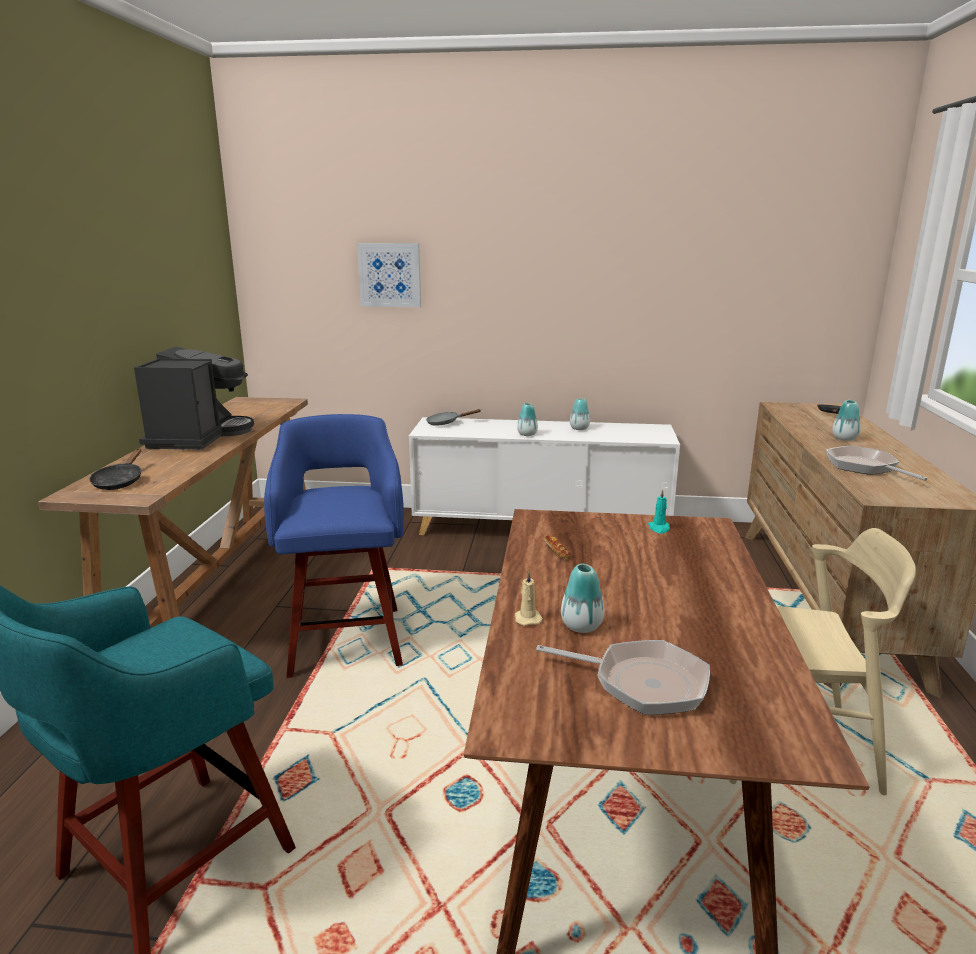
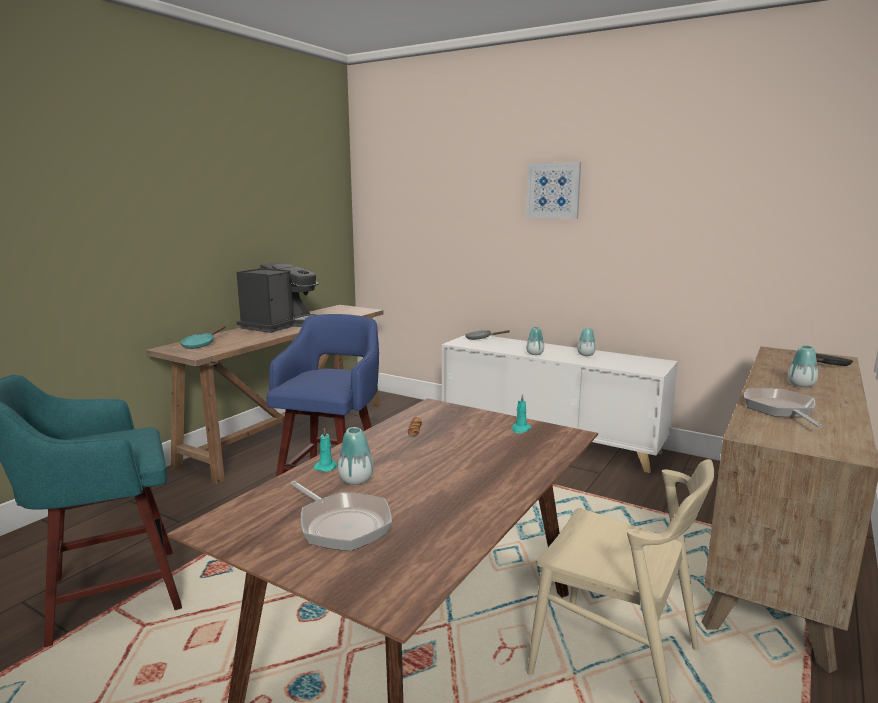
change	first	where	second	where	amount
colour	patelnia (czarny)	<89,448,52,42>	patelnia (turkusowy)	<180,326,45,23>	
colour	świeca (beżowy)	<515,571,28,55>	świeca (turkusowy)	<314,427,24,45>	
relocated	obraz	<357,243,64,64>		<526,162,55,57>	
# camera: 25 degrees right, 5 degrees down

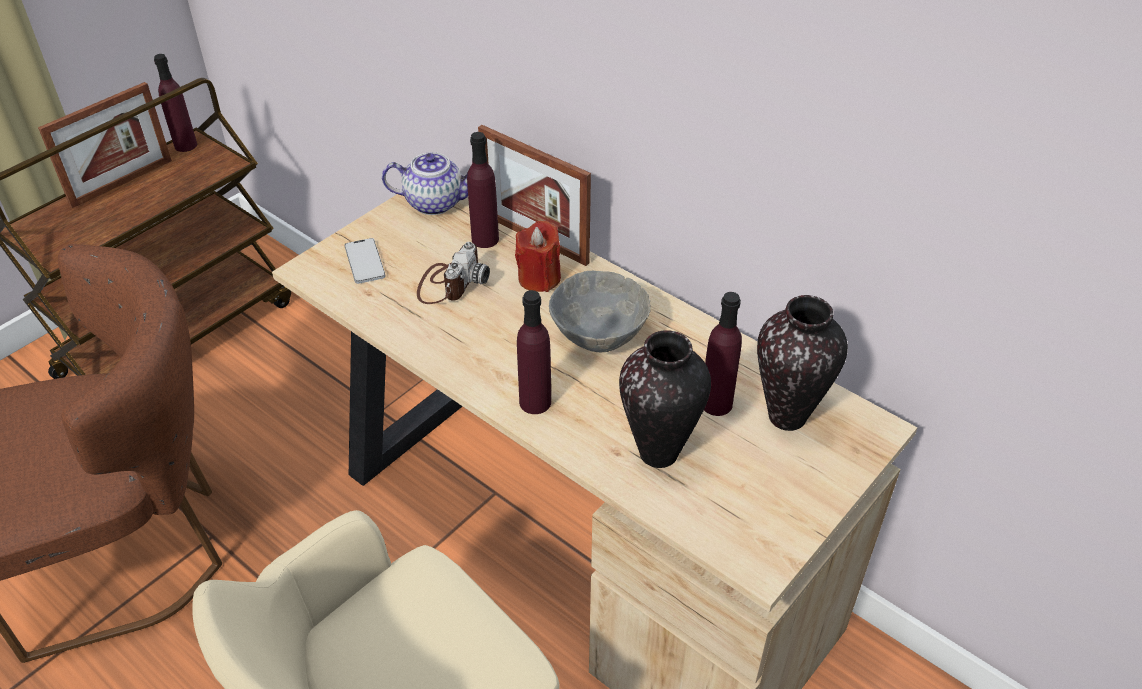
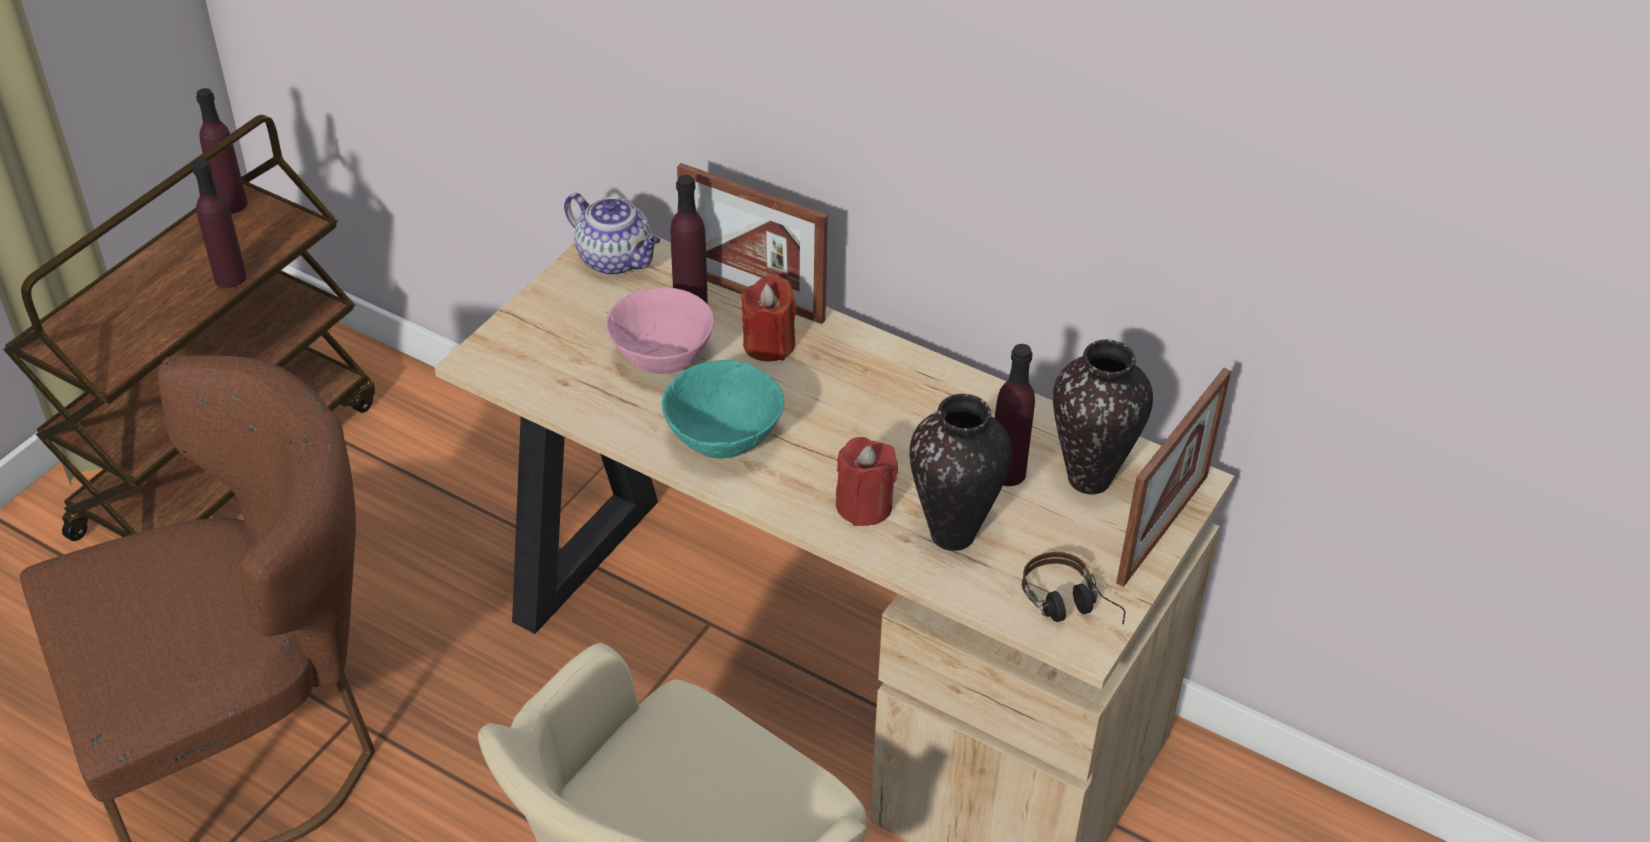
change	first	where	second	where	amount
relocated	butelka (fioletowy)	<517,290,34,124>		<193,160,54,128>	
spun	imbryk	<382,152,86,63>		<564,193,97,82>	45 degrees clockwise
exchanged	aparat fotograficzny	<417,242,73,62>	miska (różowy)	<606,287,108,87>	
appeared			miska (turkusowy)	<662,360,123,98>	
appeared			świeca (czerwony)	<836,437,62,89>	
appeared			słuchawki	<1022,552,103,73>	
relocated	ramka na zdjęcie	<38,82,134,126>		<1116,368,115,219>	
missing	telefon	<345,238,41,46>			
missing	miska (szary)	<549,271,102,81>			
# camera: 10 degrees left, 0 degrees up

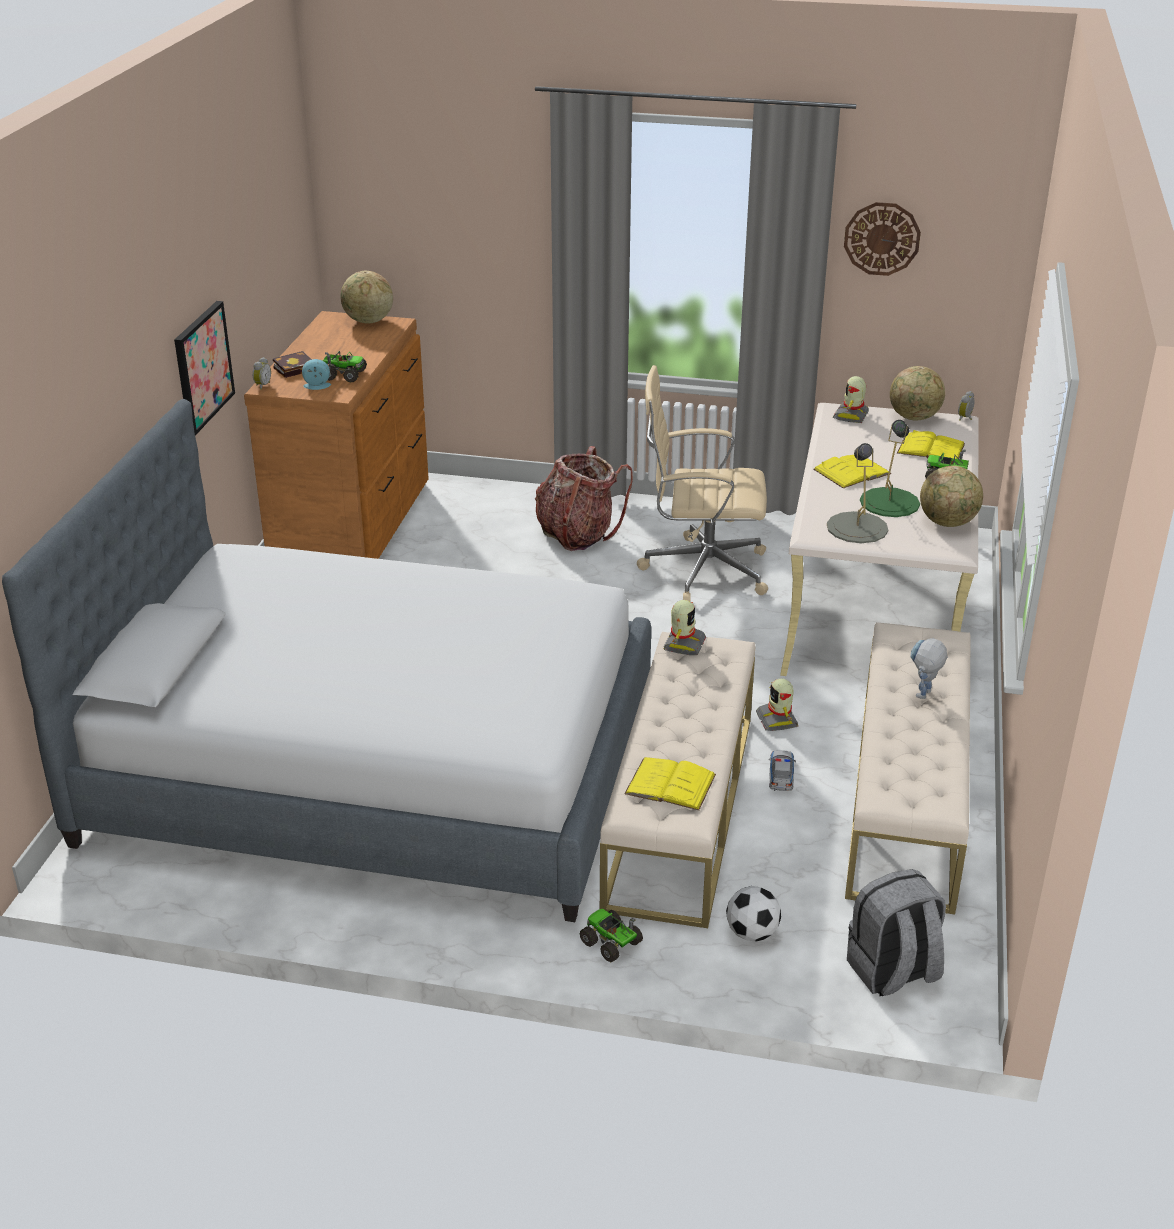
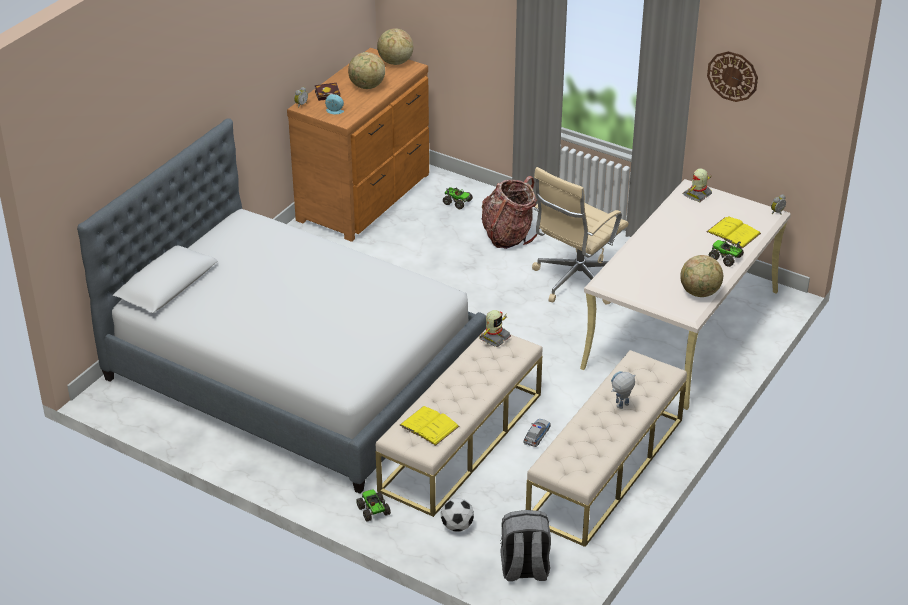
change	first	where	second	where	amount
relocated	globus	<890,366,55,54>		<348,52,37,37>	
relocated	ciężarówka zabawkowa	<323,351,44,32>		<443,187,30,22>	
spun	krzesło biurowe (beżowy)	<637,365,131,236>		<532,167,97,138>	75 degrees counterclockwise
missing	obraz	<174,301,61,135>			
missing	robot zabawkowy	<756,678,42,53>			
missing	książka (żółty)	<813,455,78,33>			
missing	lampa stołowa (szary)	<827,443,61,100>			
missing	lampa stołowa (zielony)	<860,420,60,97>			
# camera: 20 degrees right, 5 degrees up

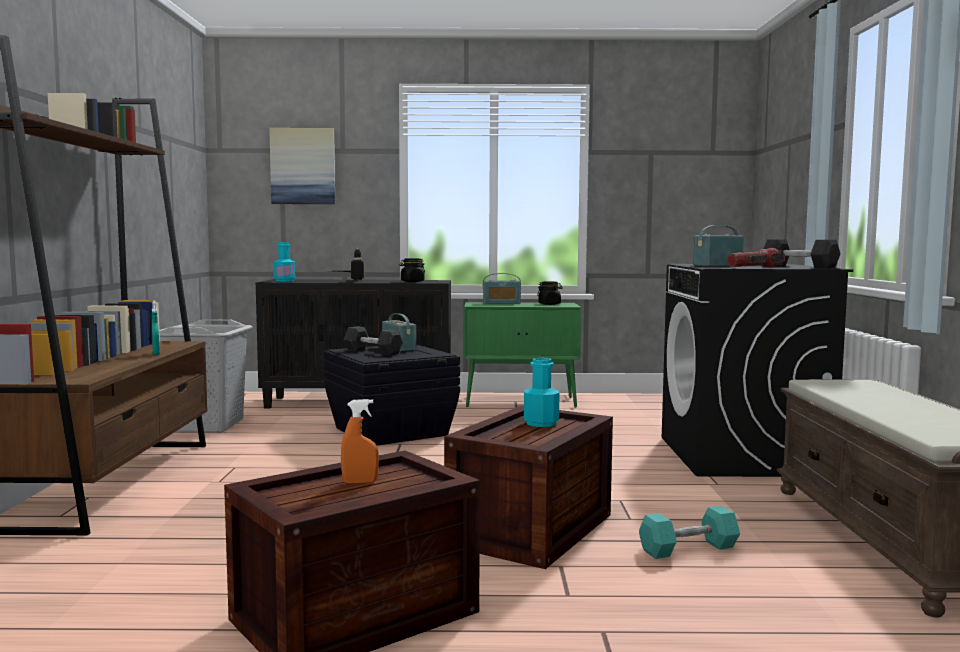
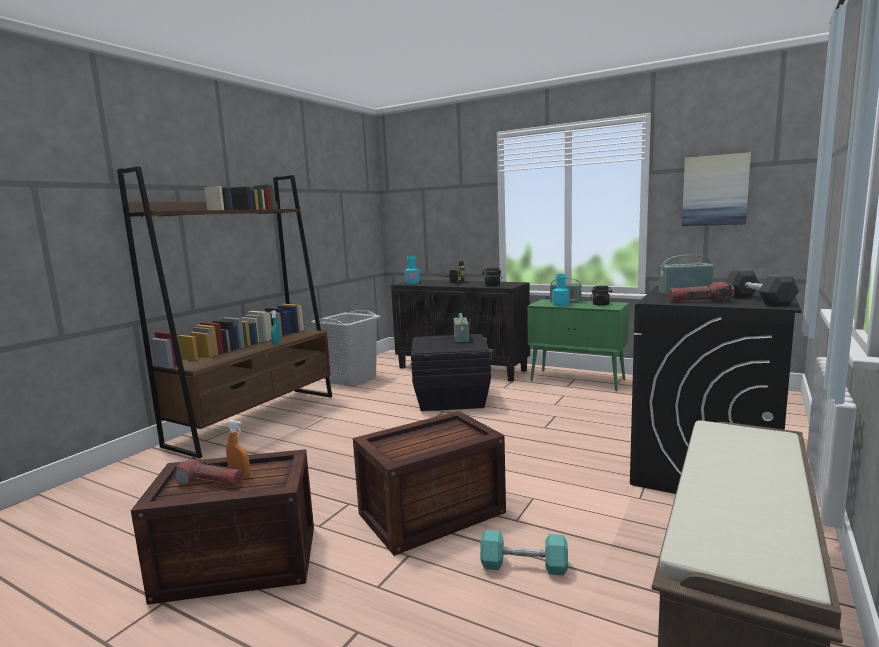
change	first	where	second	where	amount
appeared			latarka	<174,457,69,29>	
relocated	butelka (turkusowy)	<524,358,35,69>		<552,274,18,32>	
relocated	obraz	<269,128,67,76>		<682,152,69,74>	
missing	hantel (szary)	<343,326,60,30>			
# camera: 30 degrees right, 5 degrees up

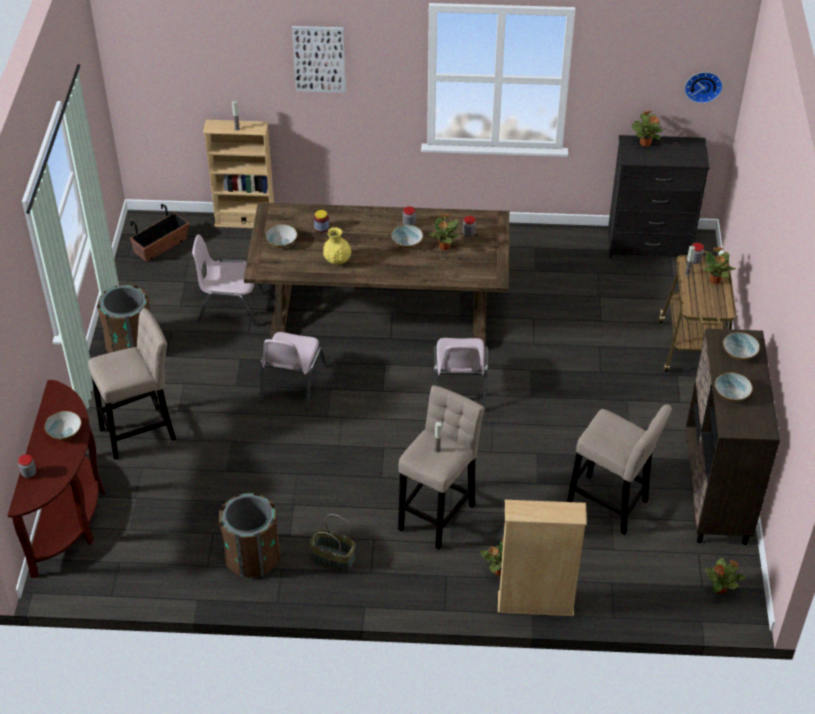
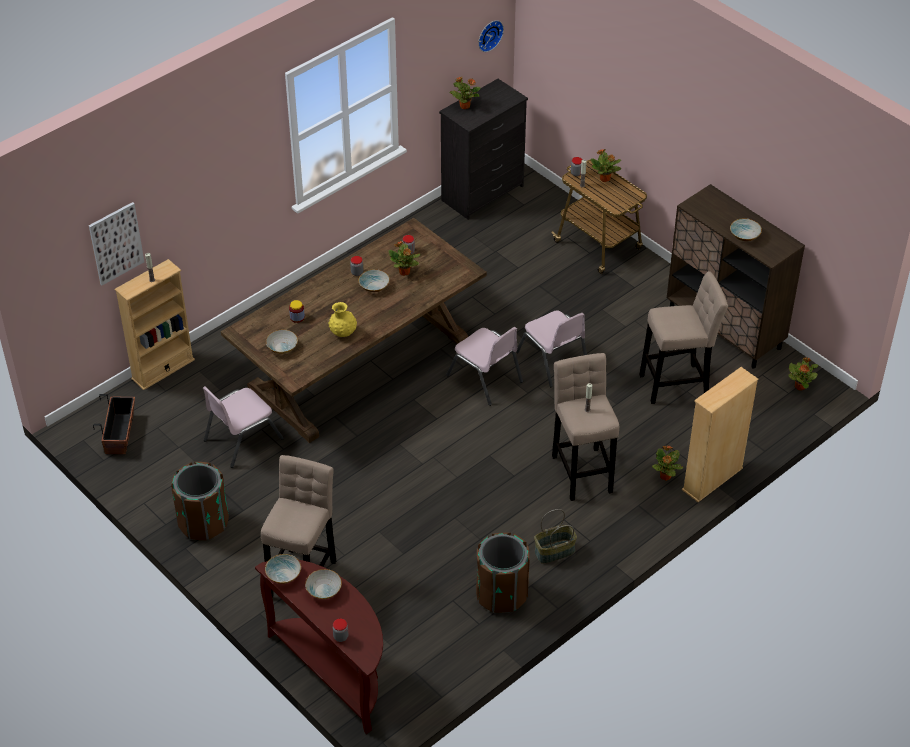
change	first	where	second	where	amount
relocated	obraz	<292,26,54,67>		<89,202,55,83>	
relocated	miska	<723,332,37,28>		<265,554,36,30>	
relocated	krzesło (różowy)	<260,332,67,78>		<516,310,71,77>	
# camera: 45 degrees left, 0 degrees up

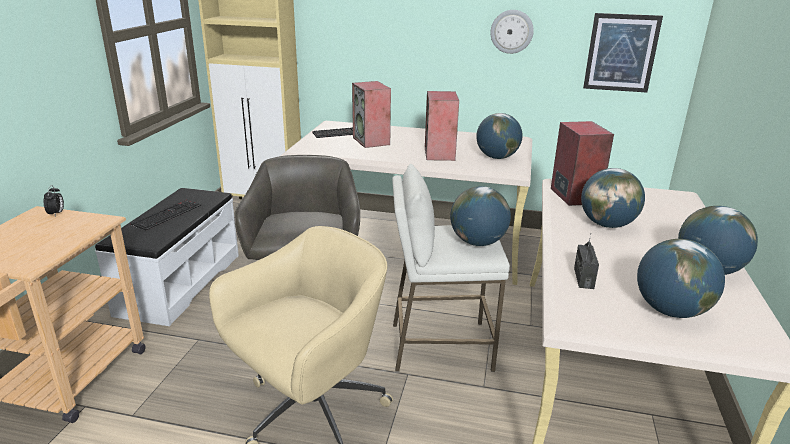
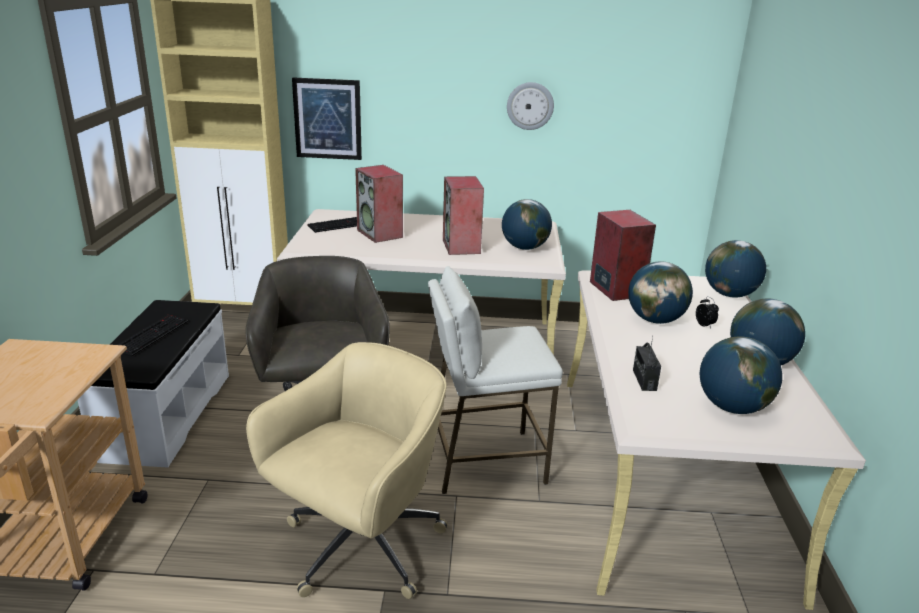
change	first	where	second	where	amount
relocated	obraz	<583,13,80,79>		<292,77,70,83>	
relocated	budzik	<44,185,20,32>		<696,296,23,33>	
relocated	globus	<450,186,61,60>		<705,240,61,58>	
# camera: 10 degrees left, 0 degrees up

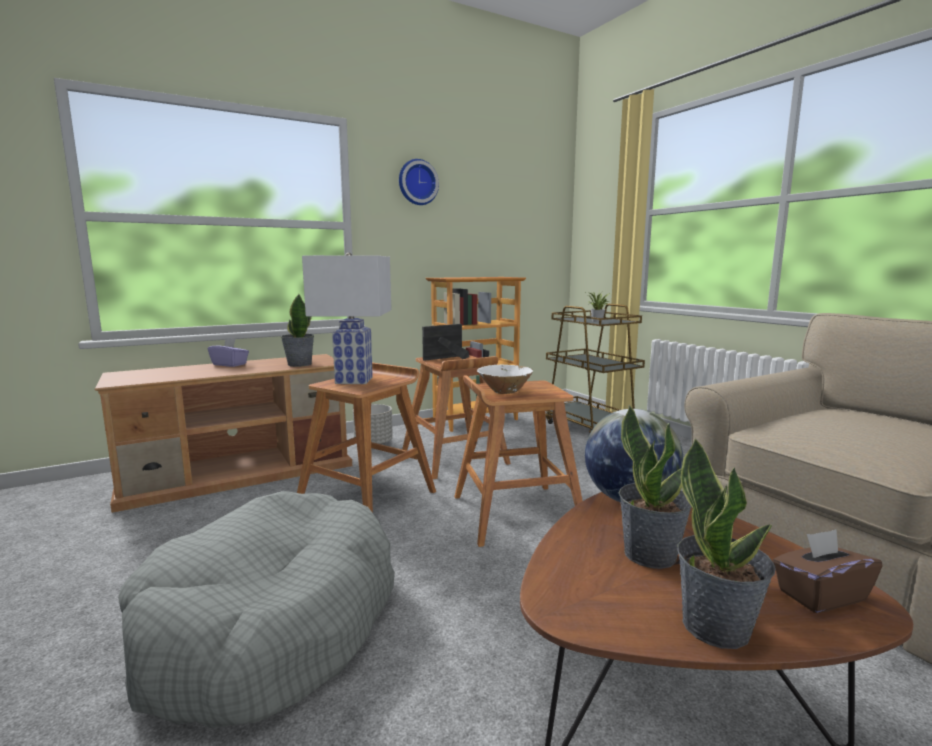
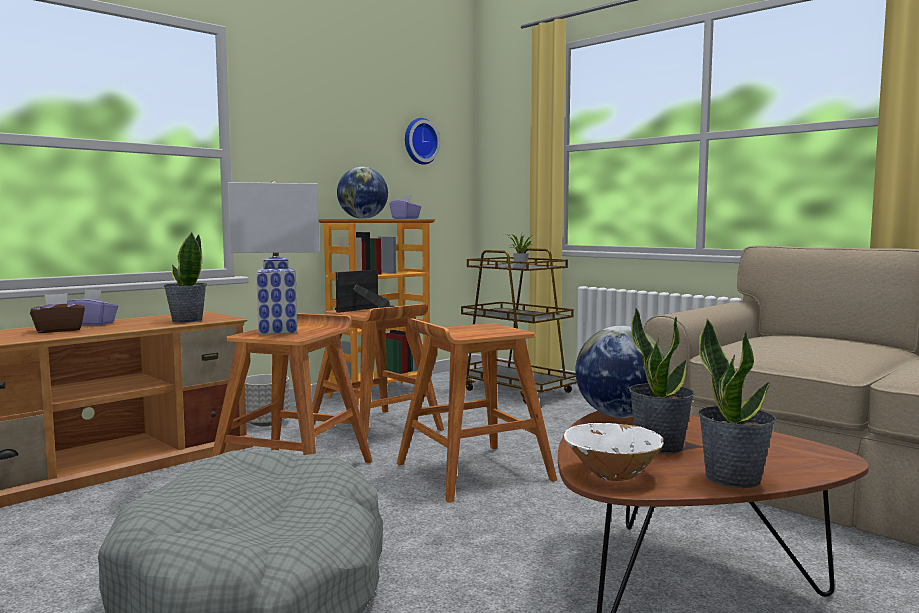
change	first	where	second	where	amount
relocated	pudełko chusteczek (brązowy)	<773,529,110,84>		<30,293,55,40>	
appeared			globus	<337,167,51,52>	
appeared			pudełko chusteczek (fioletowy)	<390,194,32,25>	
relocated	zegar ścienny	<399,159,40,46>		<405,118,36,47>	
relocated	miska (biały)	<477,364,56,30>		<563,423,101,58>	
# camera: 15 degrees left, 5 degrees down

